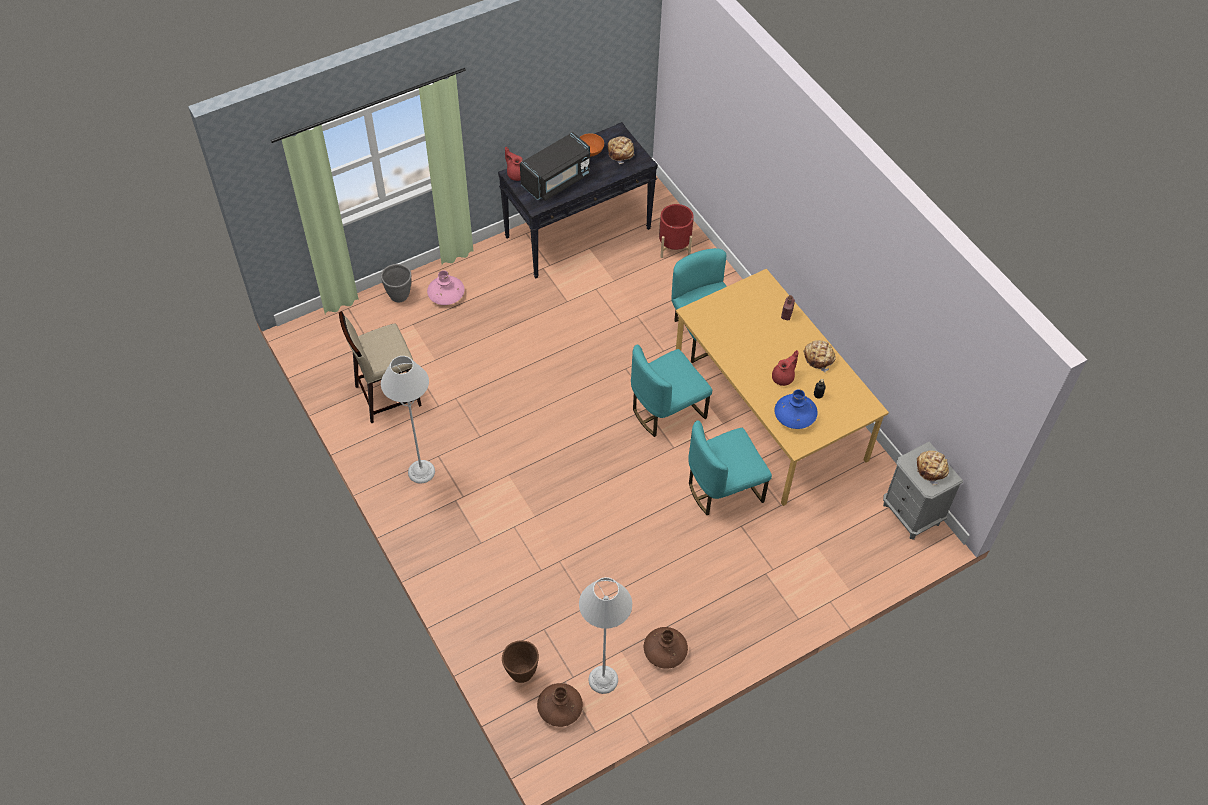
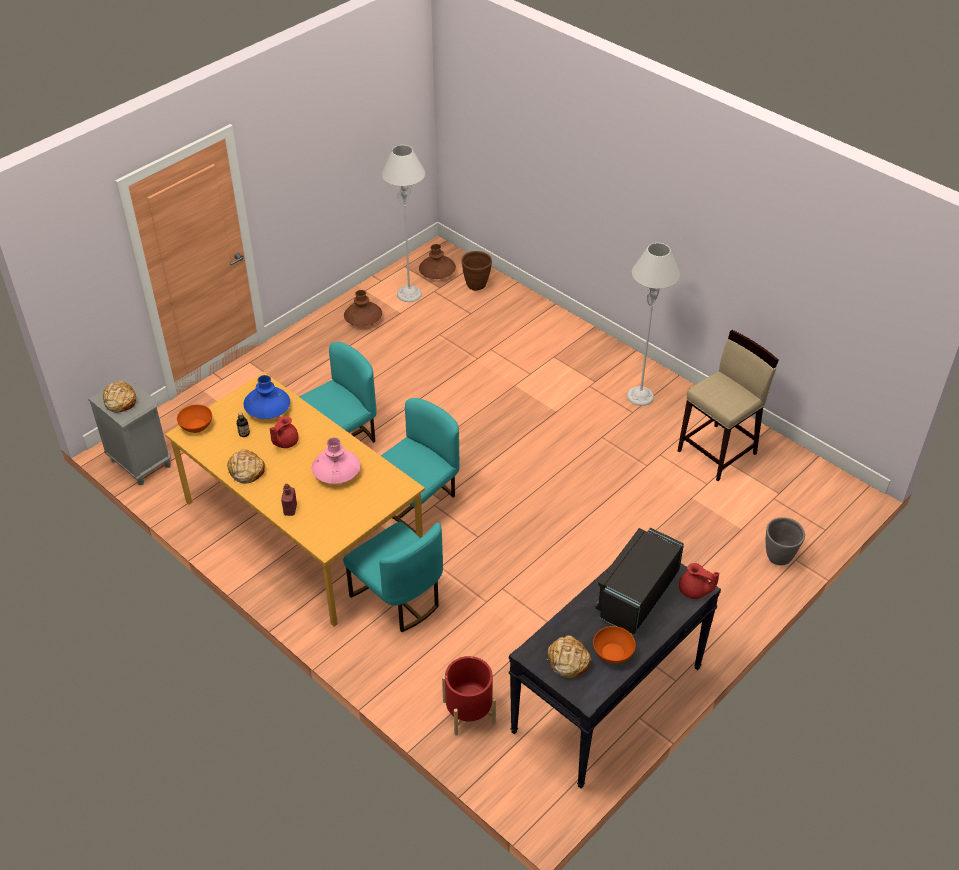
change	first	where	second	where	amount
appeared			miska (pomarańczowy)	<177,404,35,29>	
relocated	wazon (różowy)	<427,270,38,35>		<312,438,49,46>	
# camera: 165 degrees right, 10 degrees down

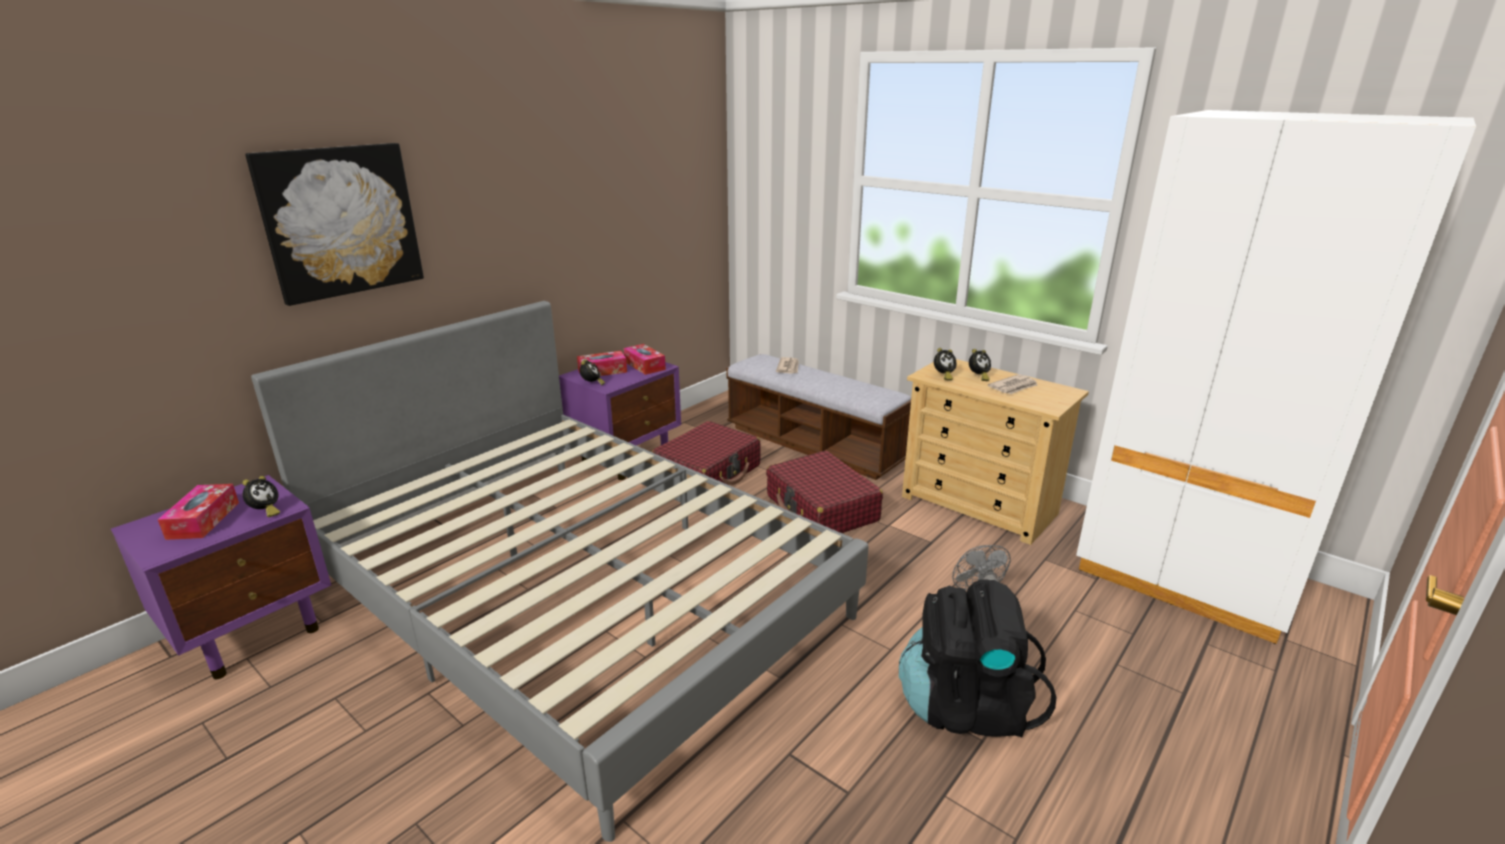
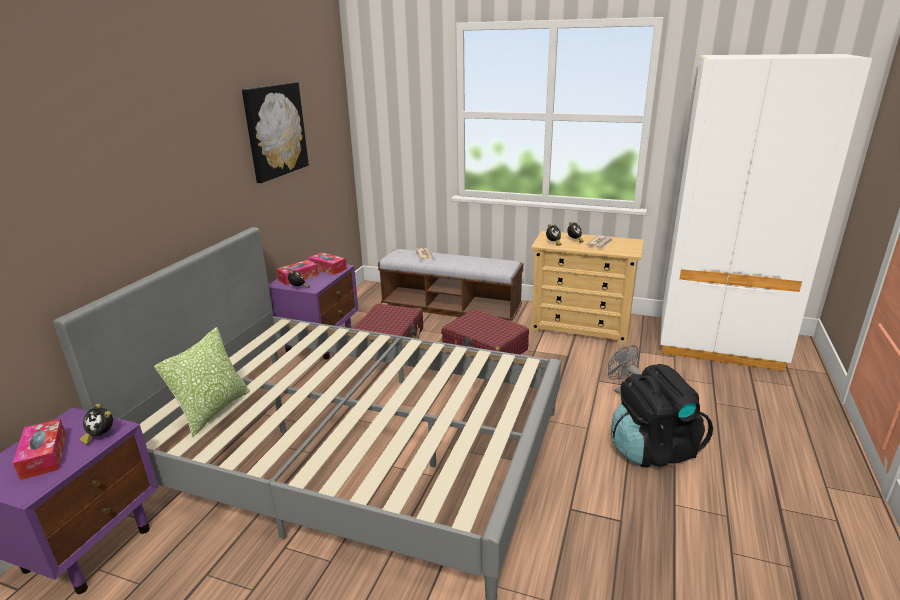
change	first	where	second	where	amount
spun	budzik	<242,476,38,41>		<80,403,33,41>	120 degrees clockwise
appeared			poduszka	<154,327,96,110>	
relocated	obraz	<245,143,179,163>		<242,82,67,101>	
# camera: 20 degrees left, 0 degrees up

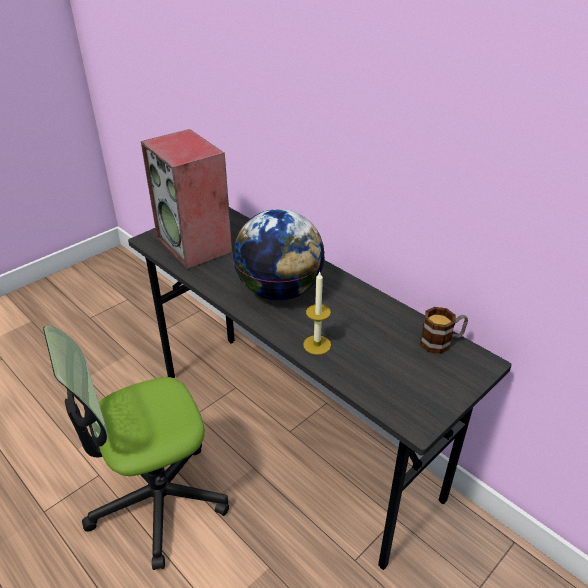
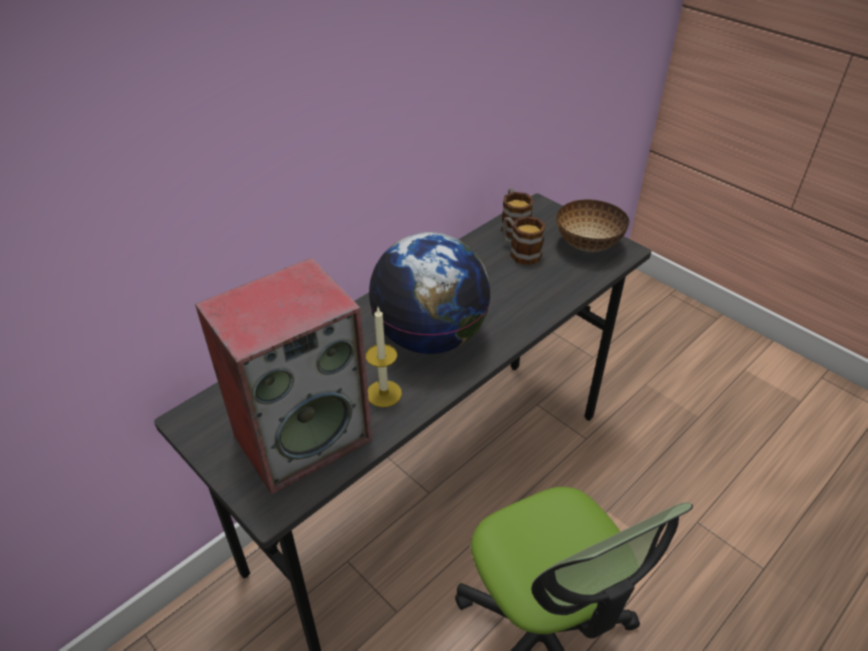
change	first	where	second	where	amount
relocated	świeca	<303,271,28,84>		<366,308,36,99>	
appeared			kubek	<503,216,43,49>	
appeared			miska	<556,199,73,53>	
# camera: 90 degrees left, 5 degrees up

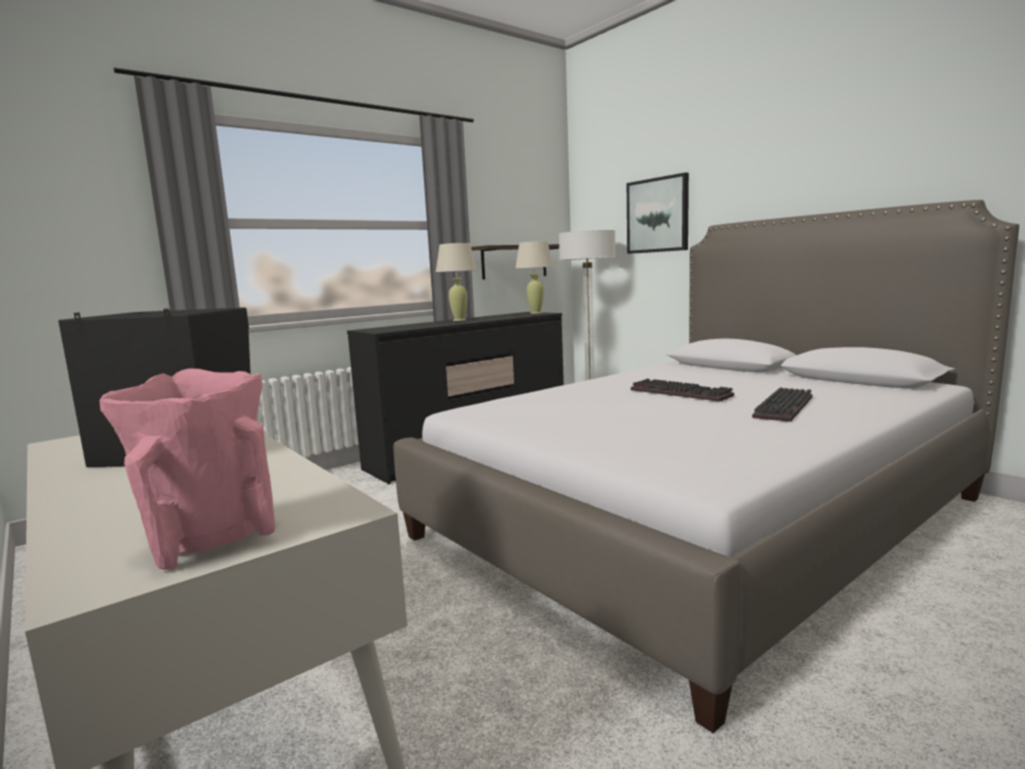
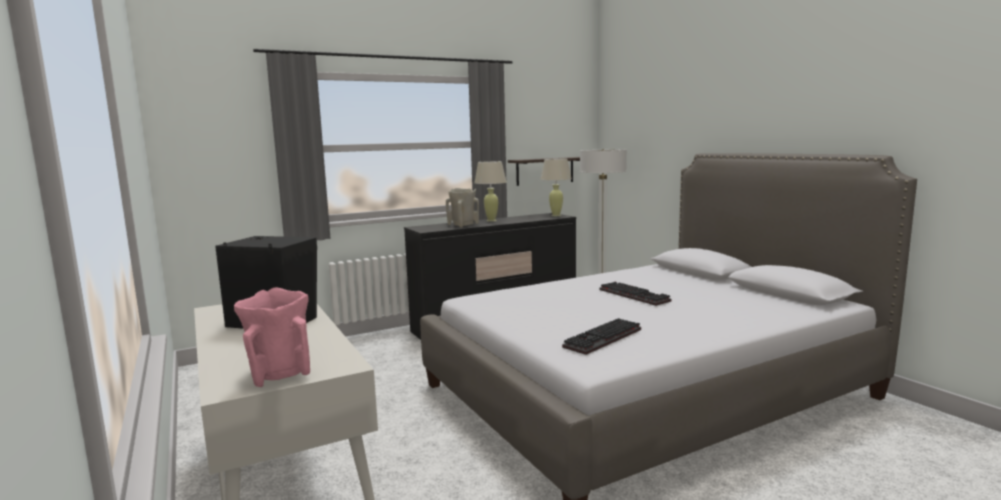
change	first	where	second	where	amount
appeared			wazon (beżowy)	<446,188,33,39>	
relocated	klawiatura	<752,387,60,35>		<562,318,79,37>	
missing	obraz	<627,172,62,82>			
# camera: 10 degrees right, 0 degrees up

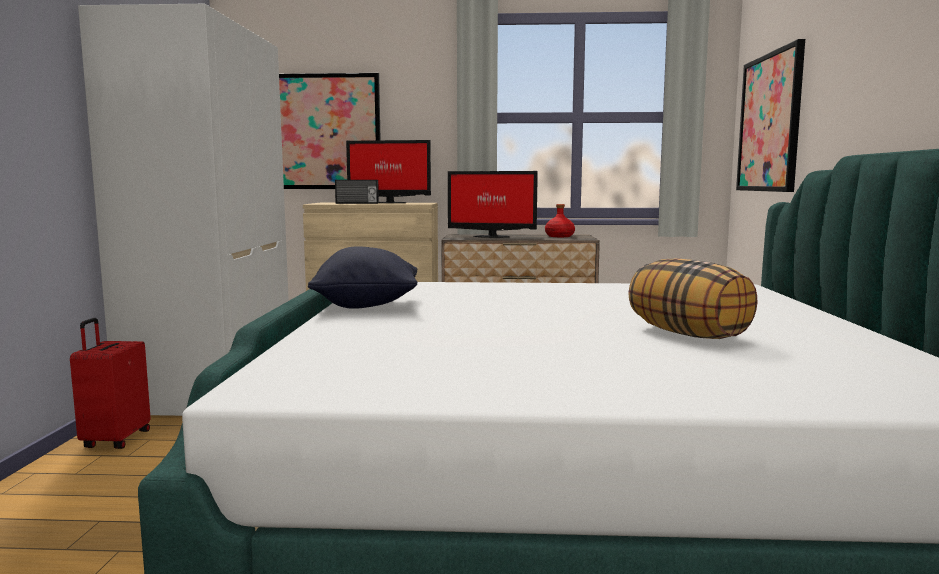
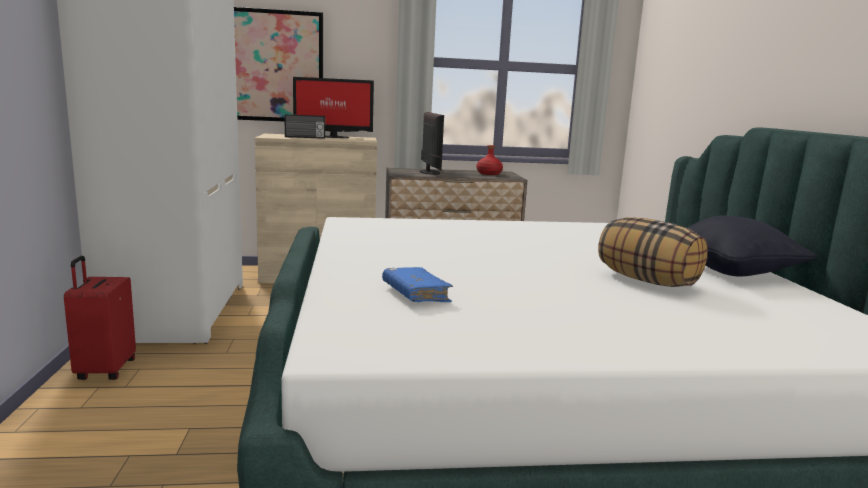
change	first	where	second	where	amount
appeared			książka (niebieski)	<382,267,71,35>	
spun	monitor	<448,171,90,67>		<419,112,25,63>	105 degrees counterclockwise
relocated	poduszka (czarny)	<308,246,109,63>		<687,215,130,61>	
missing	obraz	<736,39,69,153>			
# camera: 10 degrees left, 5 degrees up

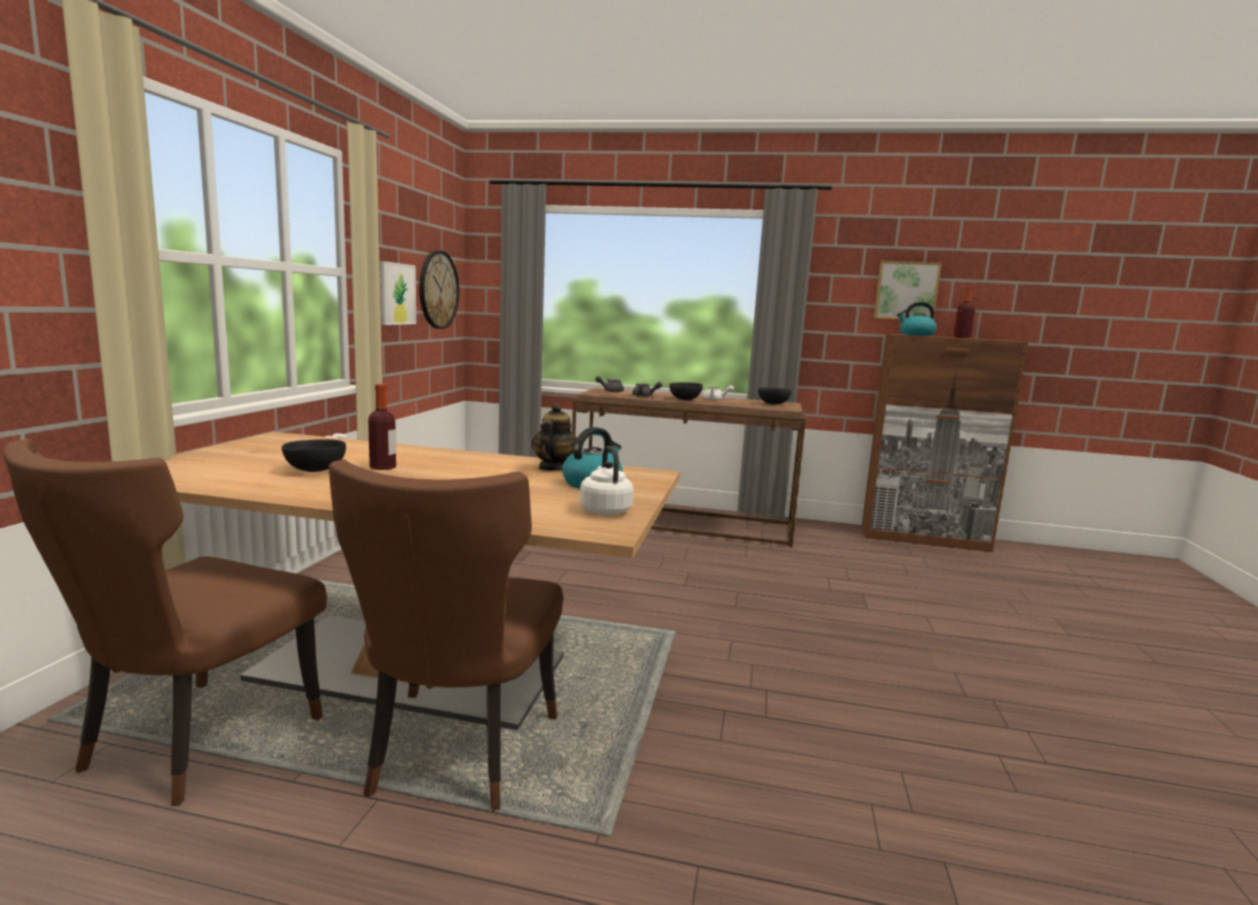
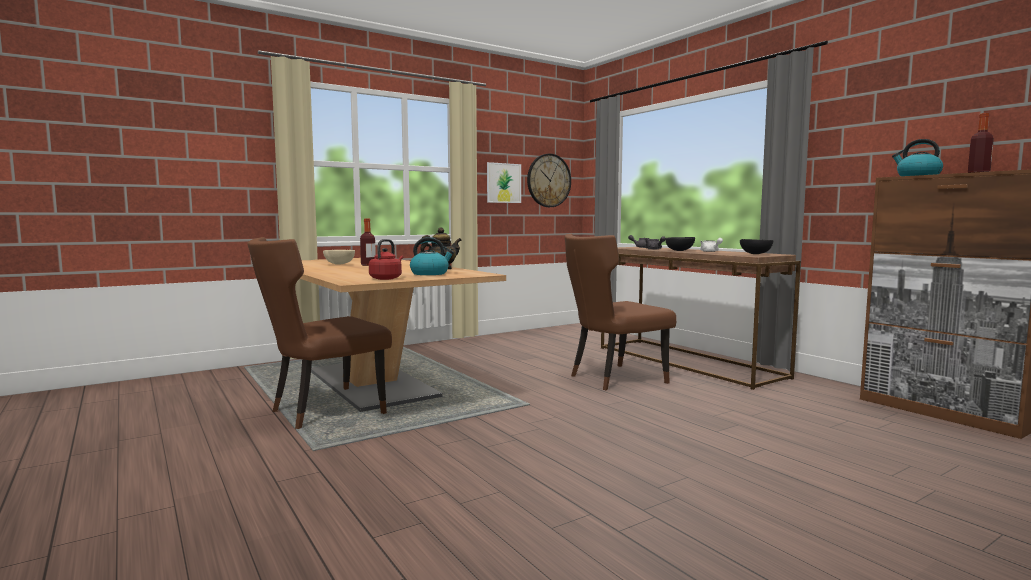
change	first	where	second	where	amount
colour	miska (czarny)	<282,439,64,33>	miska (beżowy)	<323,250,32,15>	
colour	czajnik (biały)	<580,446,54,69>	czajnik (czerwony)	<369,239,34,41>	
relocated	krzesło (brązowy)	<3,439,324,367>		<565,234,112,156>	
missing	obraz	<874,261,68,59>			
# camera: 45 degrees right, 5 degrees down

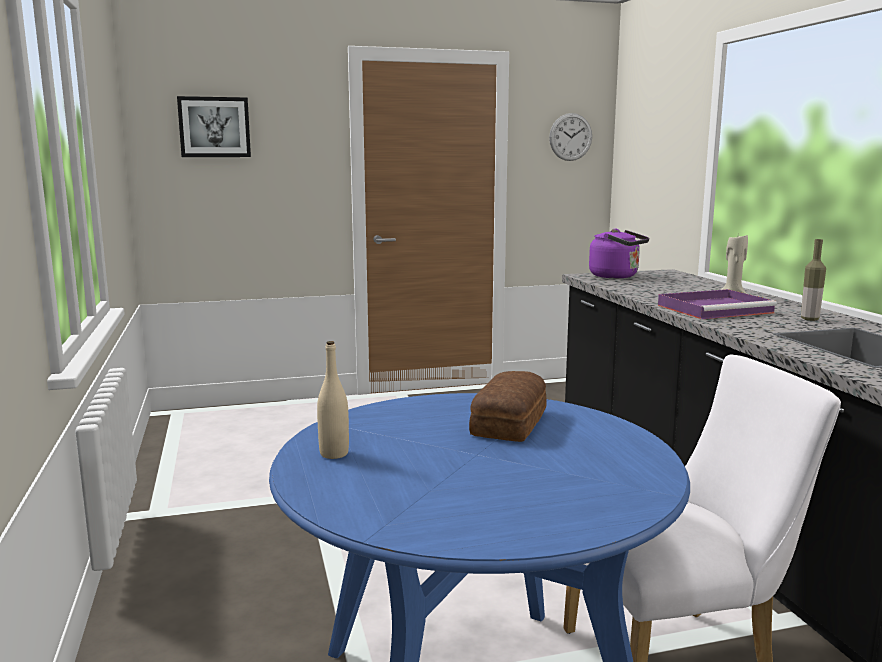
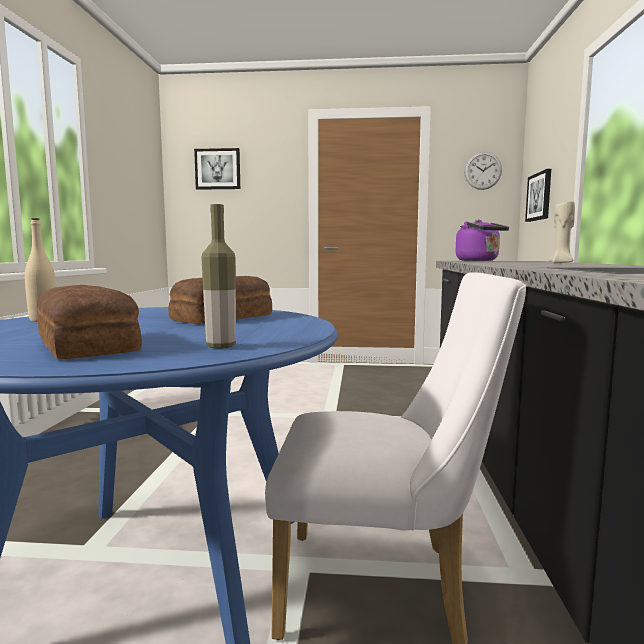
change	first	where	second	where	amount
appeared			chleb	<37,285,105,74>	
relocated	butelka	<801,239,25,82>		<201,204,35,145>	
appeared			obraz	<525,169,26,53>	
missing	taca (fioletowy)	<658,289,119,30>			
# camera: 20 degrees right, 5 degrees down

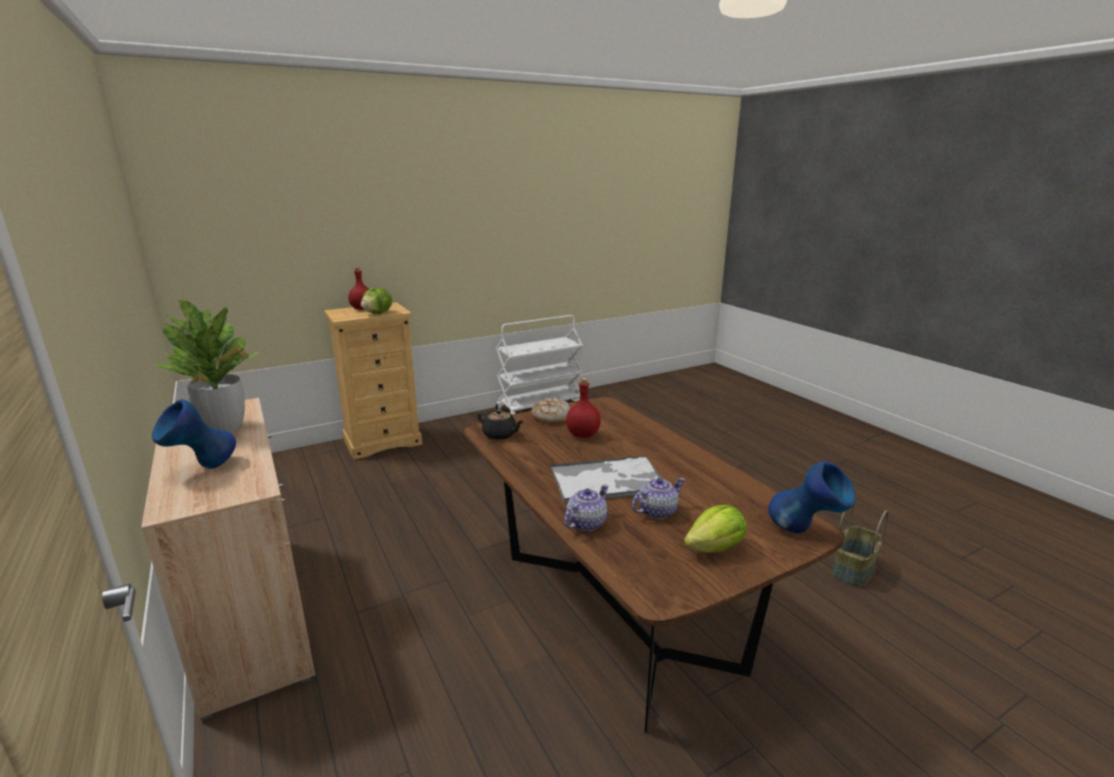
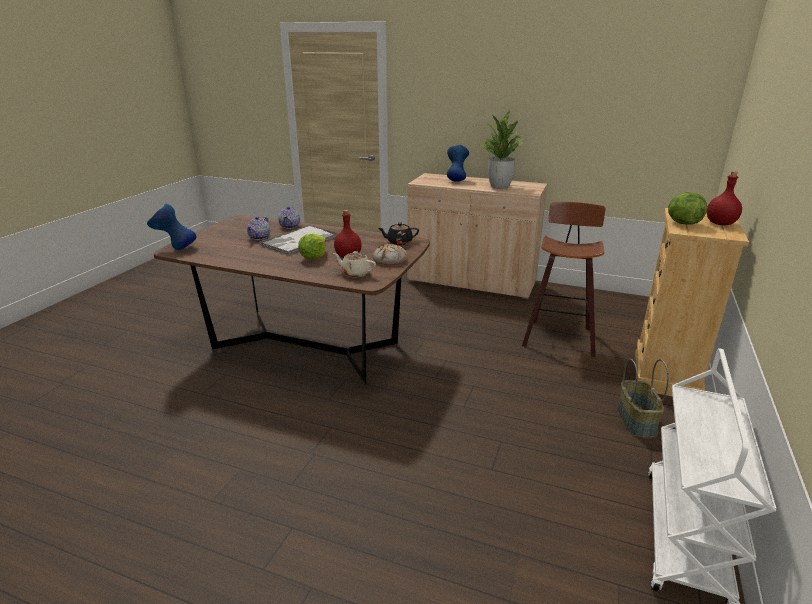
change	first	where	second	where	amount
relocated	sałata	<684,505,63,48>		<298,234,28,25>	
appeared			imbryk (beżowy)	<333,251,43,27>	
appeared			stołek	<522,202,84,155>	
relocated	koszyk	<832,505,56,82>		<617,359,52,78>	
# camera: 140 degrees right, 5 degrees up

